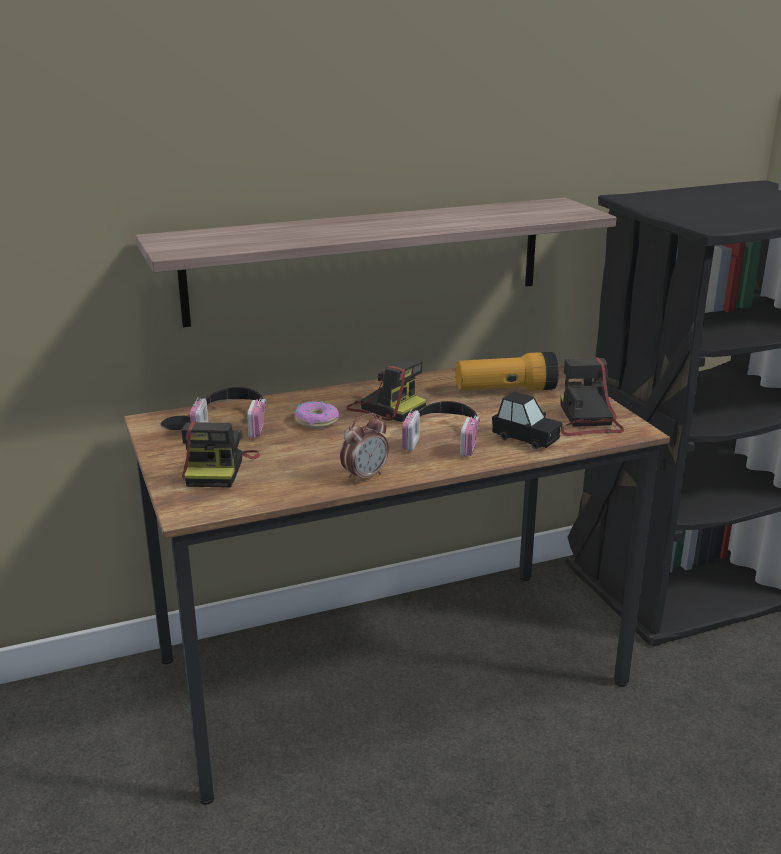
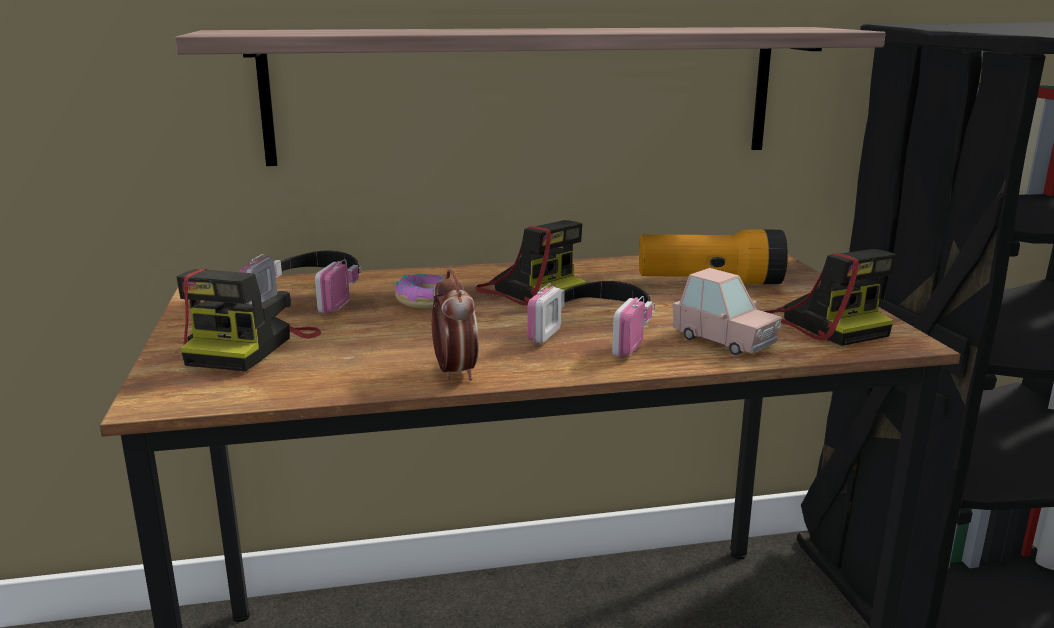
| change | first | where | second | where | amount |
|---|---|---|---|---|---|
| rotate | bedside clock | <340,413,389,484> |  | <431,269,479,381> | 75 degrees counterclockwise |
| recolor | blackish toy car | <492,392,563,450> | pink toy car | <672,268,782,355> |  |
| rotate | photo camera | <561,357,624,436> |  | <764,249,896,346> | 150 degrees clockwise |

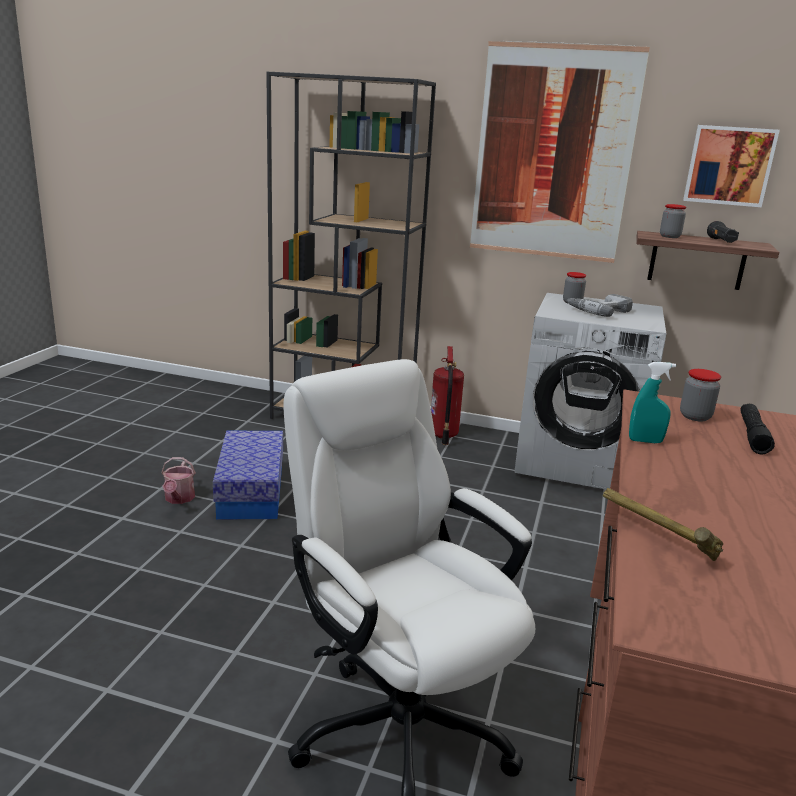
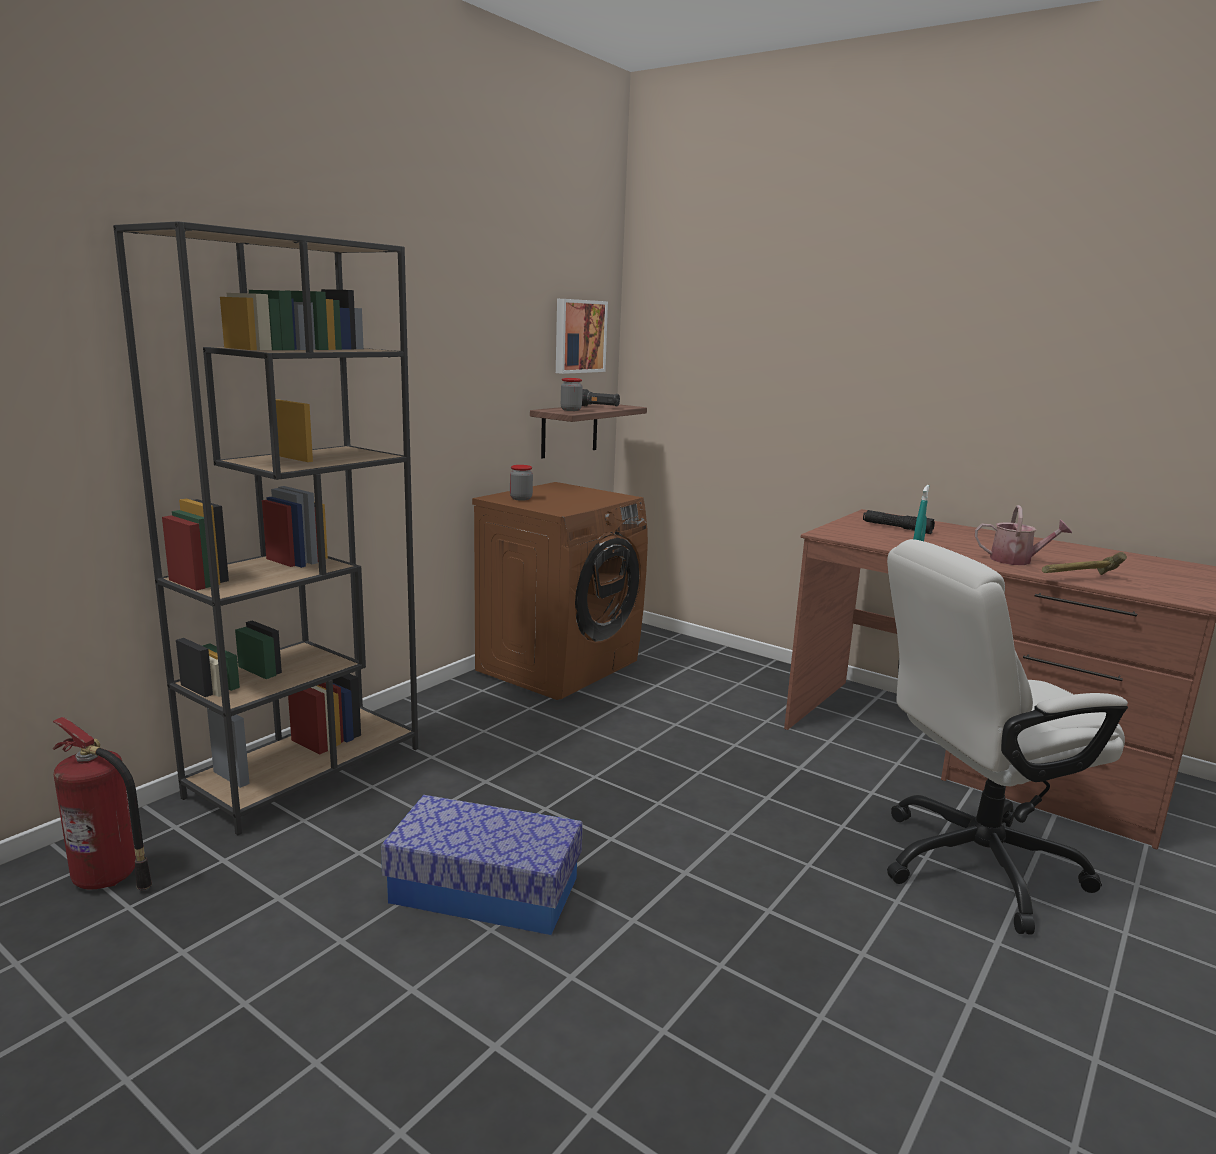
| change | first | where | second | where | amount |
|---|---|---|---|---|---|
| move | sprinkling can | <161,457,196,504> |  | <975,505,1072,565> |  |
| move | fire-fighting cylinder | <431,346,464,445> |  | <53,717,152,890> |  |
| delete | wall picture | <470,41,650,263> |  |  |  |
| recolor | white washing machine | <514,293,666,489> | brown-coloured washing machine | <472,482,648,700> |  |
| delete | power drill | <567,294,633,317> |  |  |  |
| delete | preserve jar | <680,369,721,421> |  |  |  |

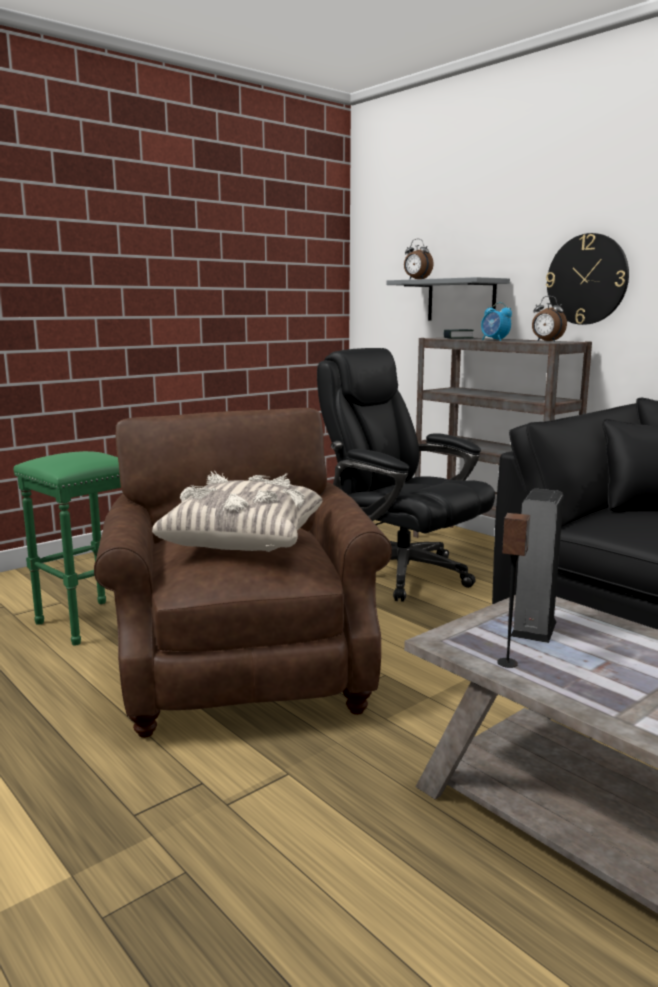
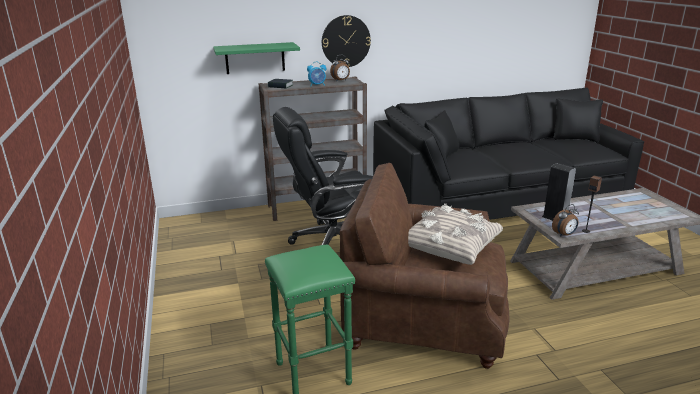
| change | first | where | second | where | amount |
|---|---|---|---|---|---|
| recolor | greyish bracket shelf | <386,277,510,321> | greenish bracket shelf | <213,42,300,74> |  |
| move | bedside clock | <404,239,434,279> |  | <552,204,579,237> |  |

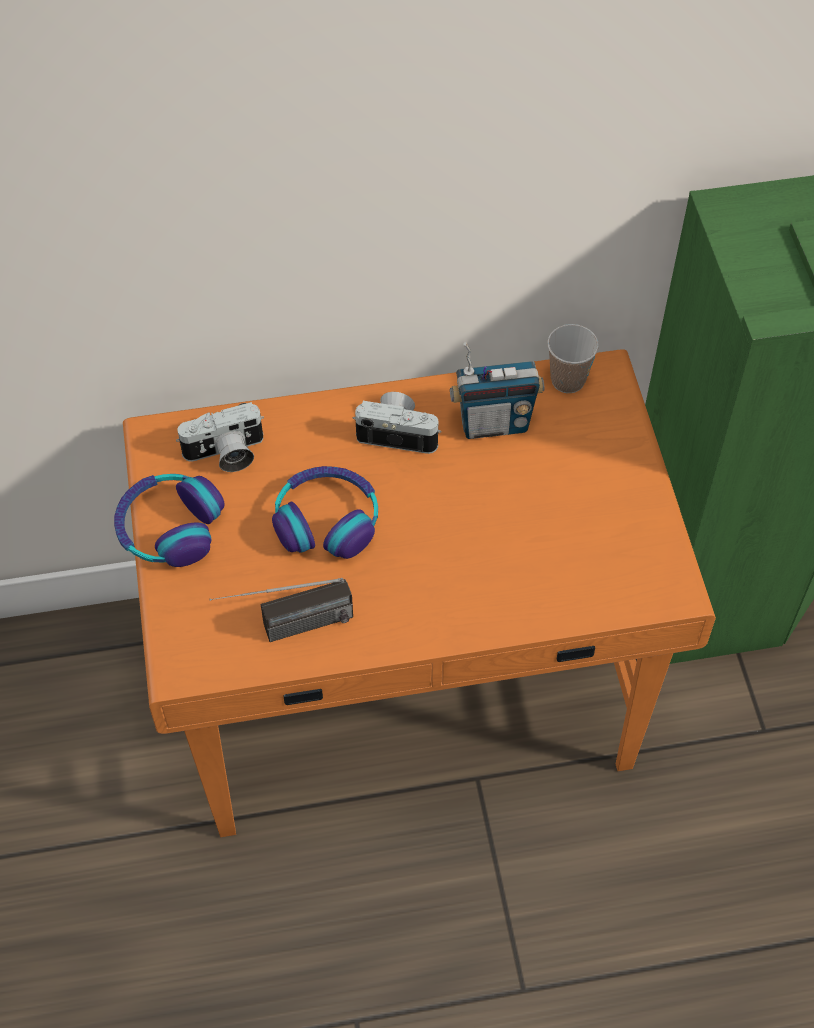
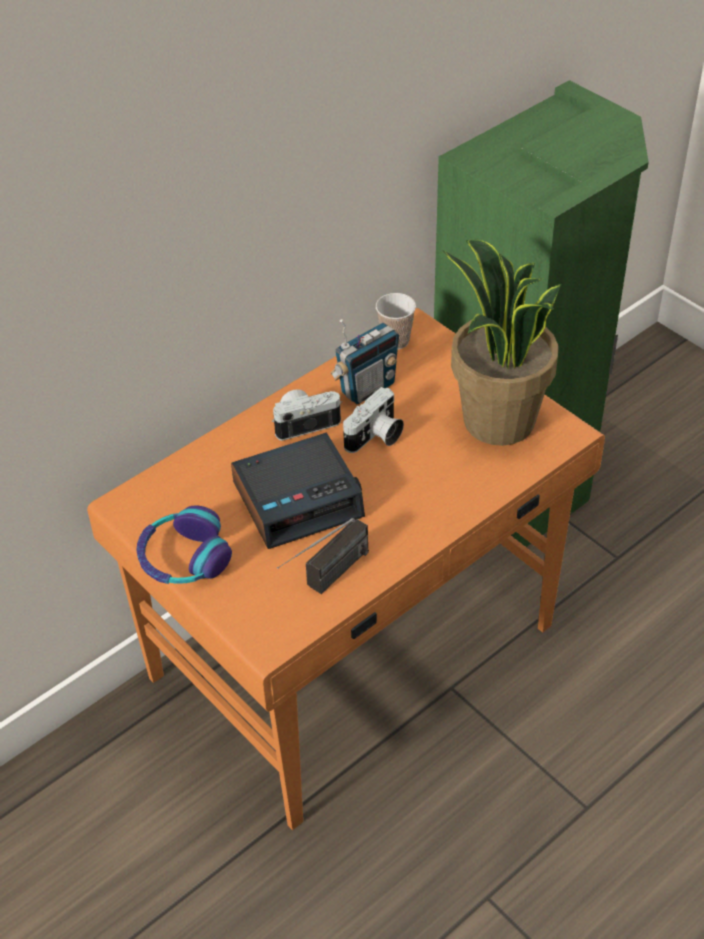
| change | first | where | second | where | amount |
|---|---|---|---|---|---|
| move | photo camera | <176,402,264,472> |  | <343,387,404,453> |  |
| replace | headset | <272,466,378,559> | bedside clock | <231,433,365,549> |  |
| insert |  |  | plant in a pot | <442,239,561,446> |  |

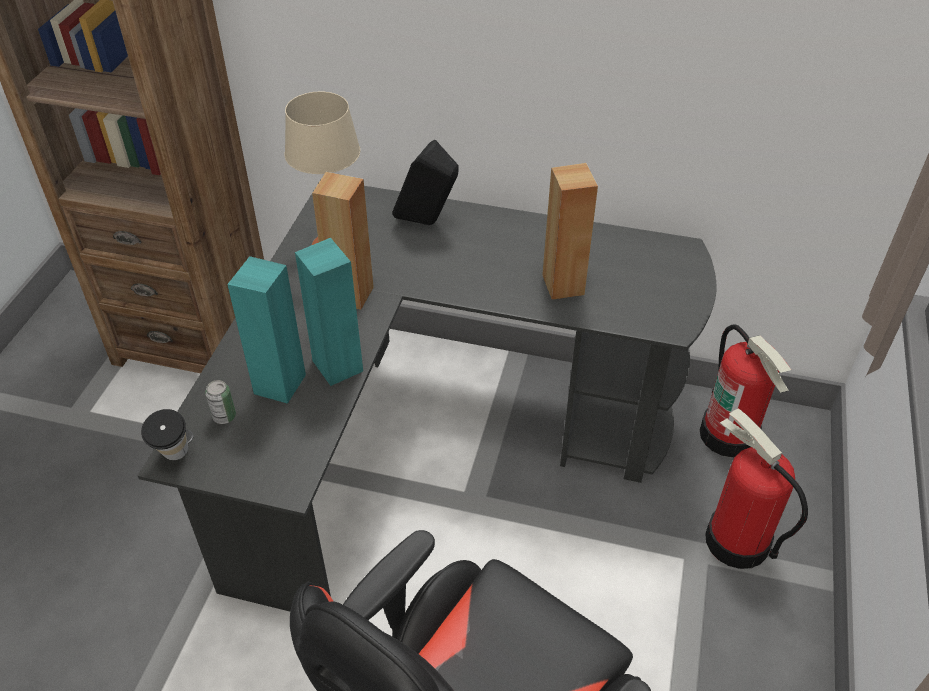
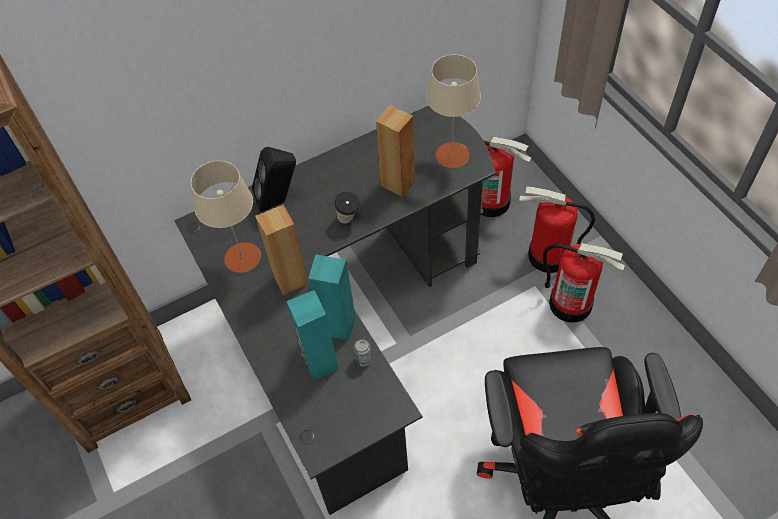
| change | first | where | second | where | amount |
|---|---|---|---|---|---|
| move | drinking cup | <141,409,188,460> |  | <334,192,360,224> |  |
| move | can | <205,380,236,424> |  | <354,339,372,367> |  |
| insert |  |  | beige-coloured table lamp | <427,54,481,168> |  |
| insert |  |  | fire-fighting cylinder | <543,243,625,323> |  |

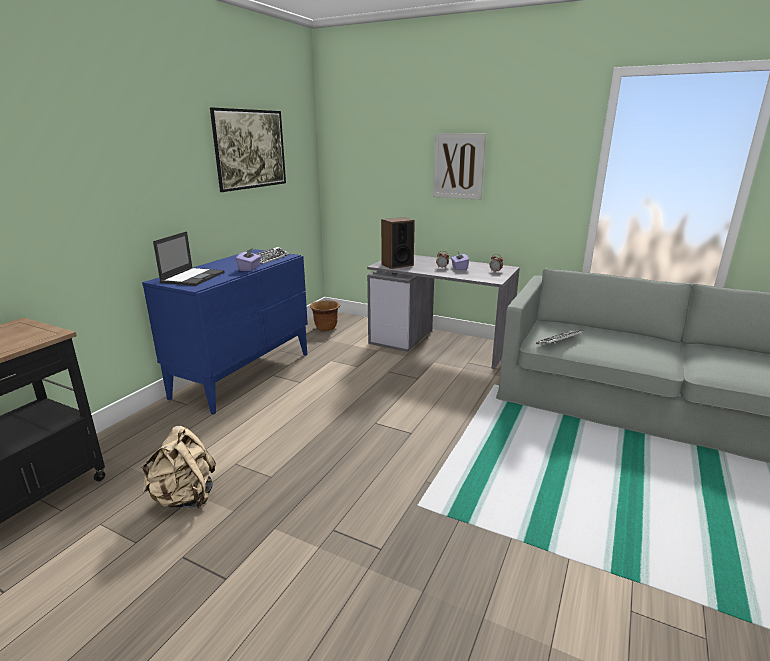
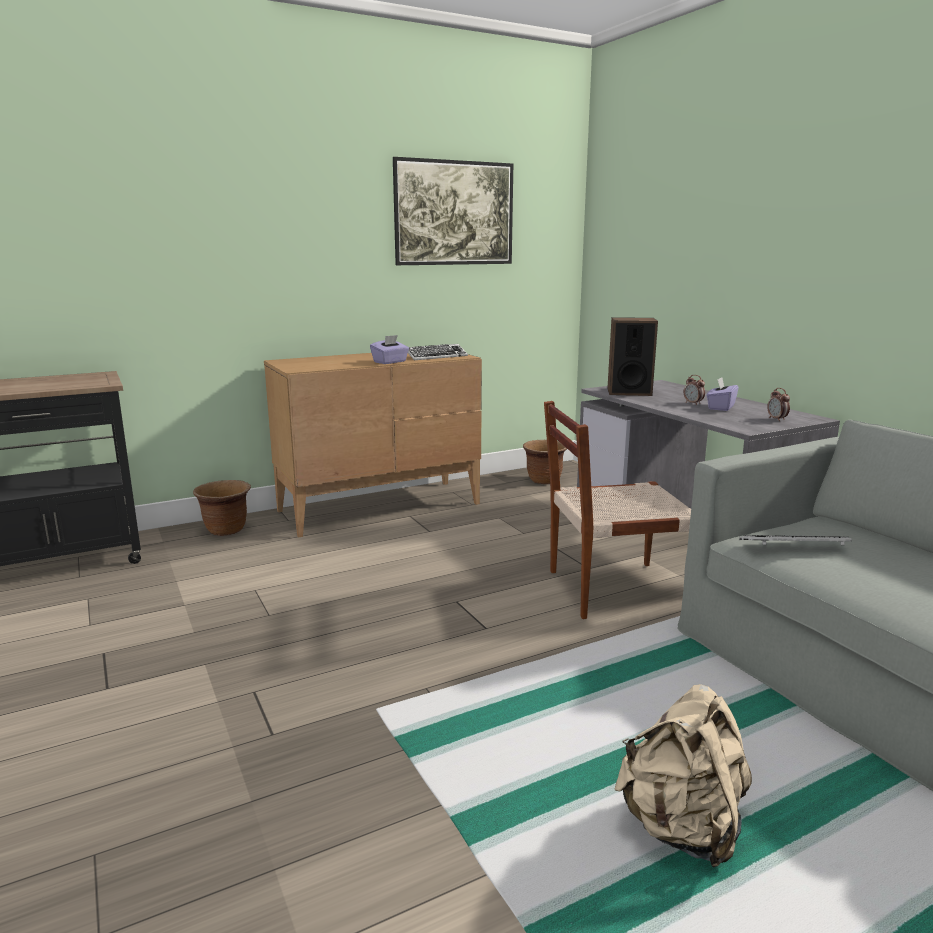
| change | first | where | second | where | amount |
|---|---|---|---|---|---|
| move | beige-coloured knapsack | <141,426,216,508> |  | <615,684,752,868> |  |
| recolor | blue cupboard | <142,249,308,415> | brown-coloured cupboard | <264,353,482,538> |  |
| delete | notebook computer | <153,231,225,286> |  |  |  |
| delete | wall picture | <433,133,486,200> |  |  |  |
| insert |  |  | brown-coloured flower pot | <193,480,251,536> |  |
| insert |  |  | plain chair | <544,401,691,619> |  |

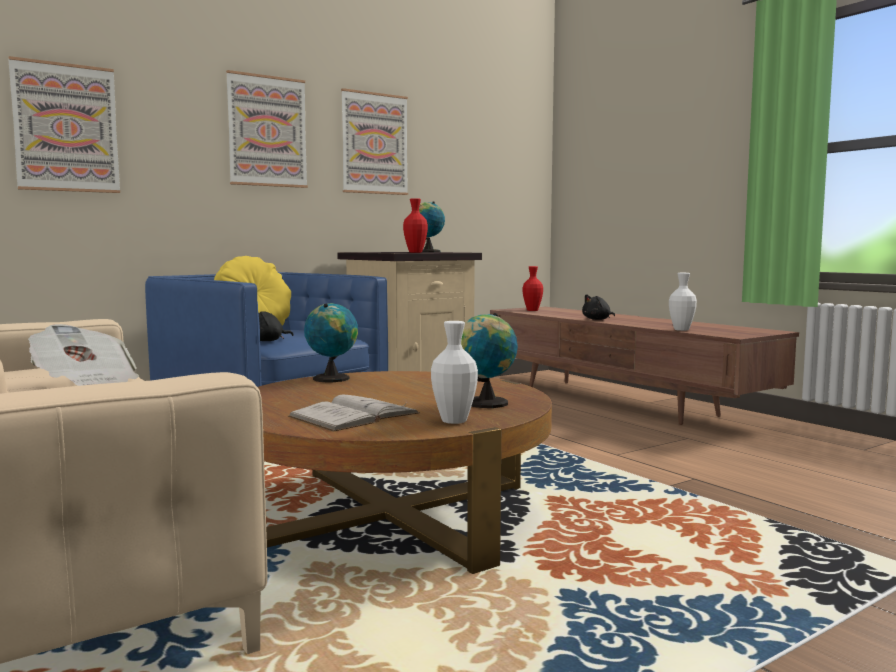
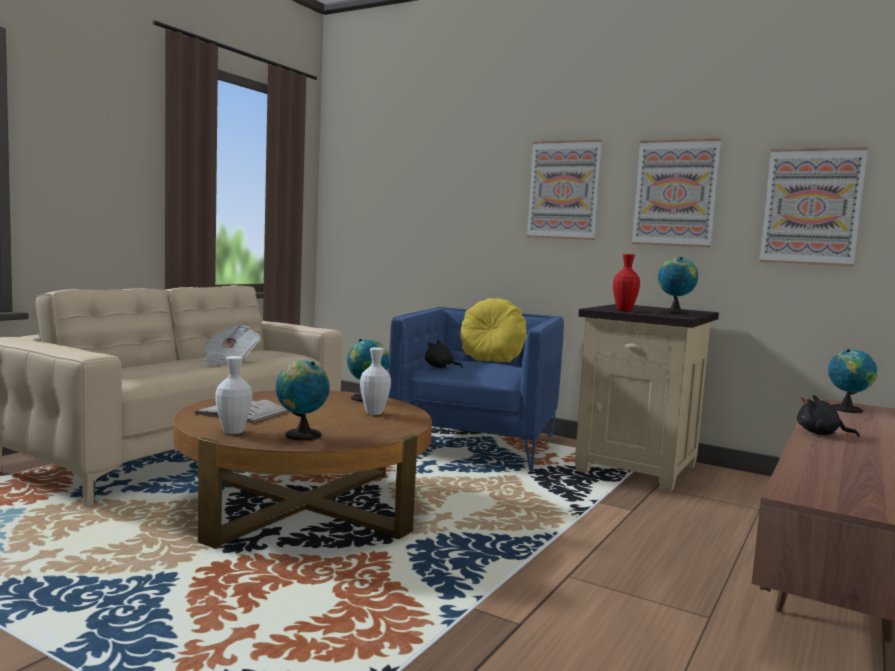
| change | first | where | second | where | amount |
|---|---|---|---|---|---|
| move | wall picture | <8,56,120,193> |  | <759,147,868,267> |  |
| replace | red-coloured vase | <523,266,543,311> | world globe | <828,349,877,413> |  |
| move | white vase | <669,273,697,331> |  | <360,347,391,415> |  |

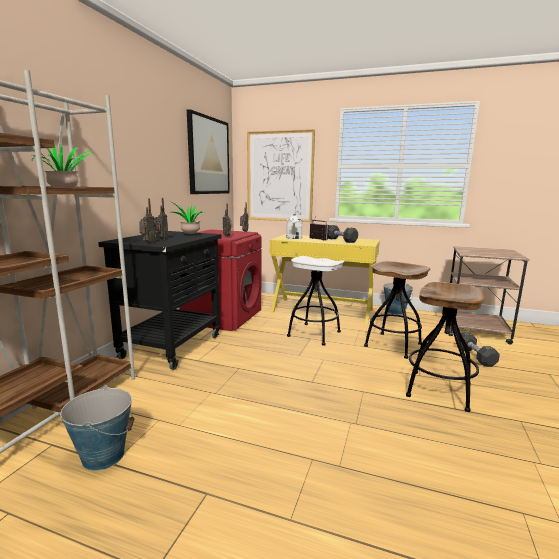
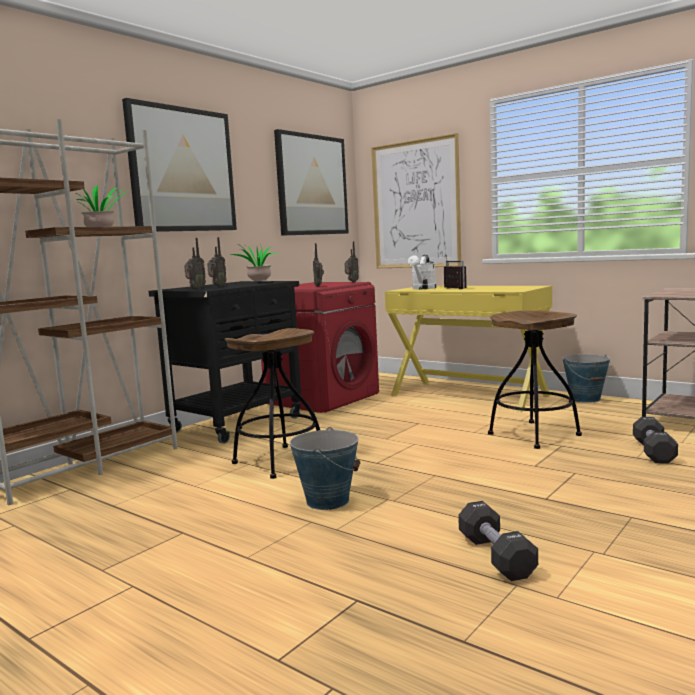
| change | first | where | second | where | amount |
|---|---|---|---|---|---|
| move | water bucket | <60,386,134,471> |  | <290,427,360,510> |  |
| delete | white stool | <287,256,344,346> |  |  |  |
| move | blackish free weight | <328,225,358,243> |  | <458,501,538,581> |  |
| move | brown-coloured stool | <406,282,485,412> |  | <224,328,320,479> |  |
| insert |  |  | wall picture | <122,98,237,232> |  |

